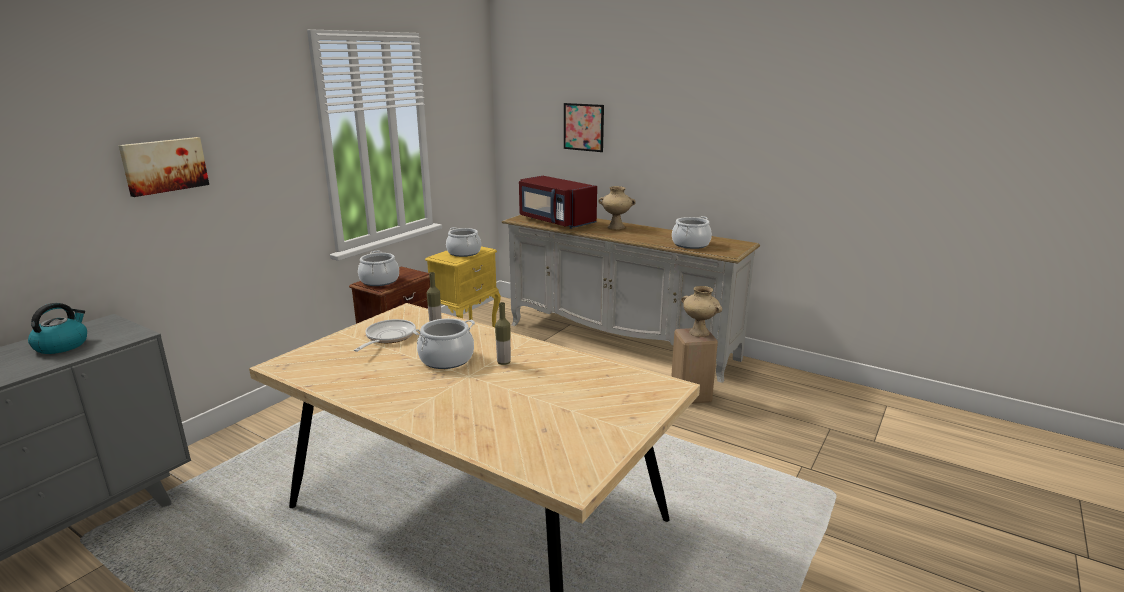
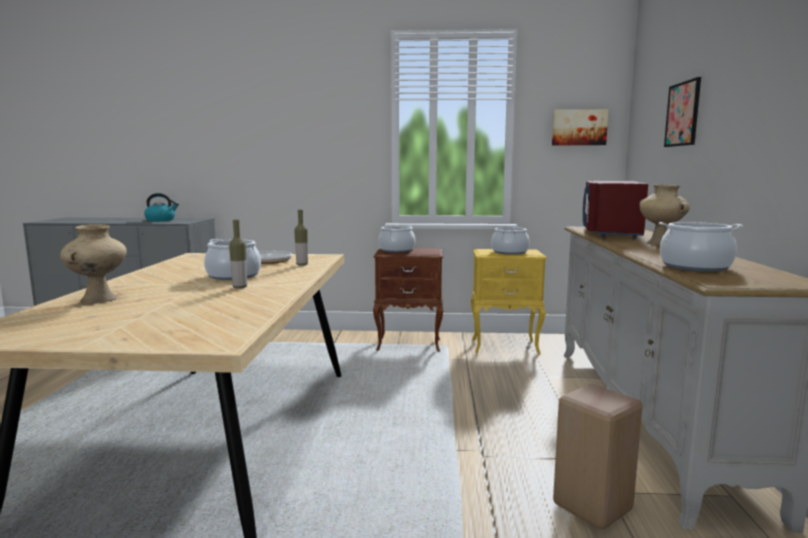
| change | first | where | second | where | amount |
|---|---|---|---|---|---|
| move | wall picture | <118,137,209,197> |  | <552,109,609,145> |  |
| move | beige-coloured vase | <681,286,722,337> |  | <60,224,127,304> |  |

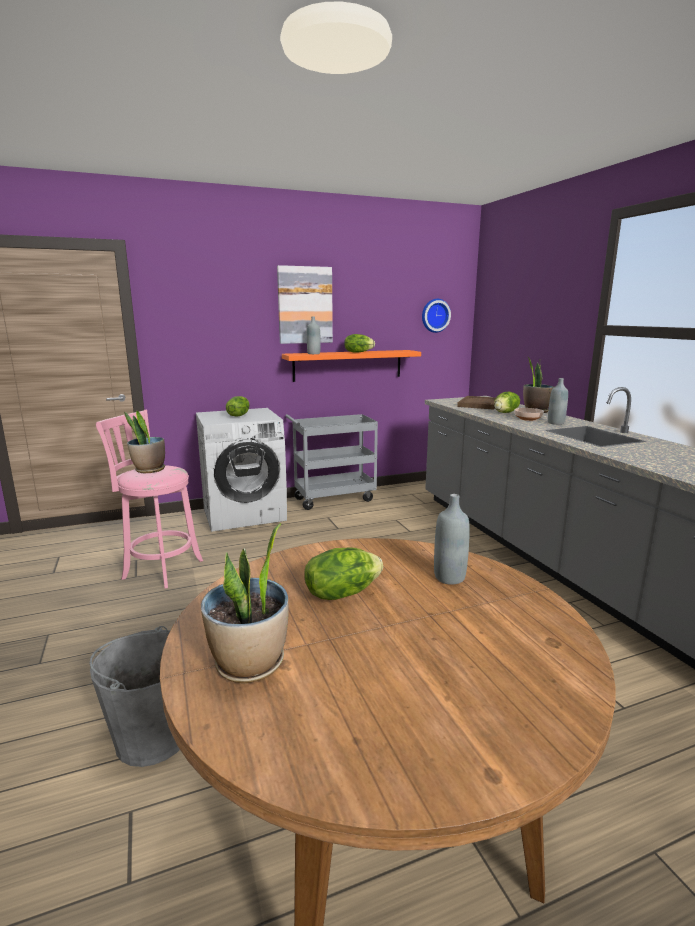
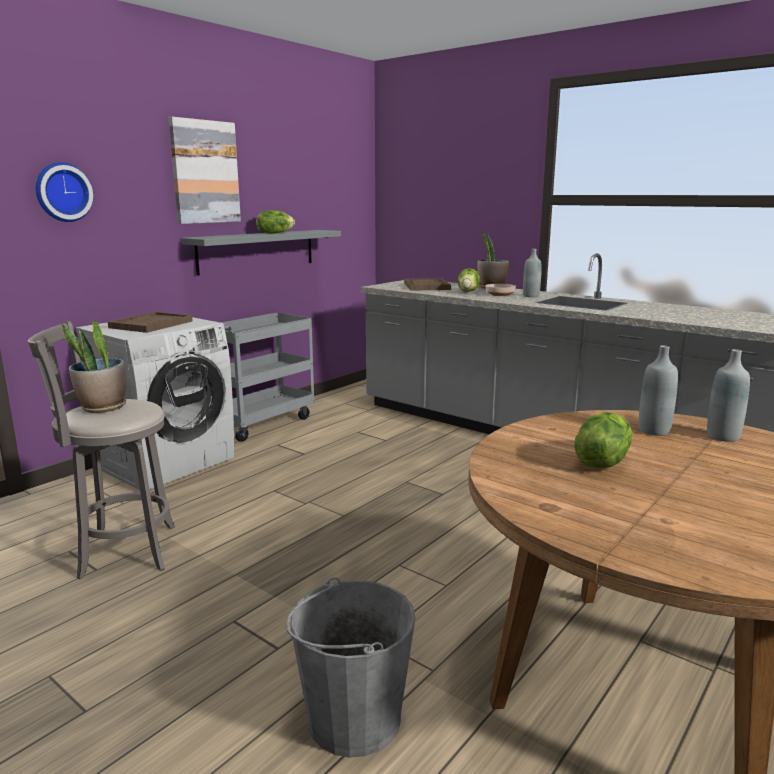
| change | first | where | second | where | amount |
|---|---|---|---|---|---|
| recolor | pink stool | <96,410,203,589> | greyish stool | <28,321,175,579> |  |
| delete | plant in a pot | <201,523,289,683> |  |  |  |
| replace | lettuce | <226,396,250,417> | brown-coloured serving tray | <108,312,193,333> |  |
| recolor | orangey bracket shelf | <282,350,421,382> | greyish bracket shelf | <181,230,341,276> |  |
| move | greyish beverage bottle | <307,316,321,354> |  | <707,349,750,442> |  |
| move | hanging clock | <422,299,451,333> |  | <35,162,93,222> |  |

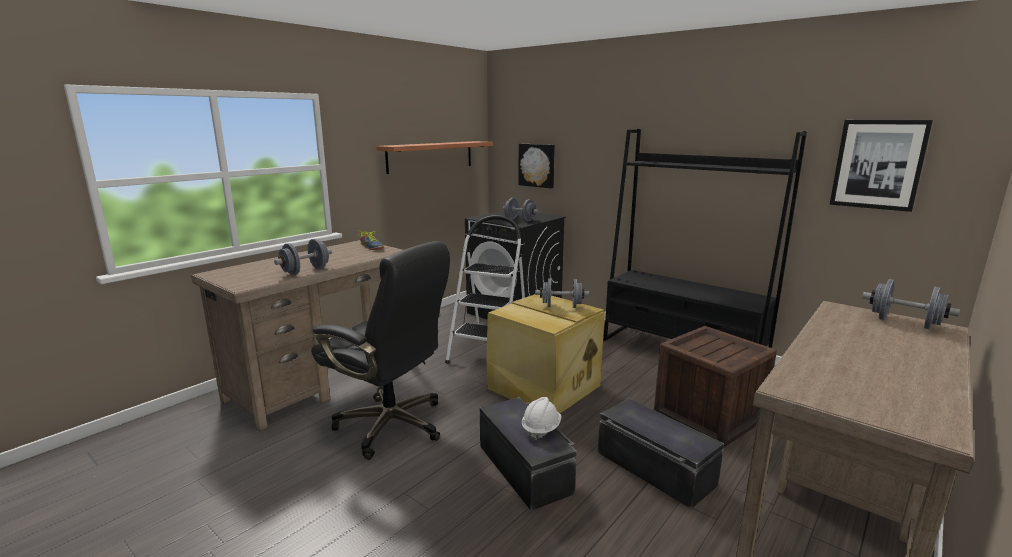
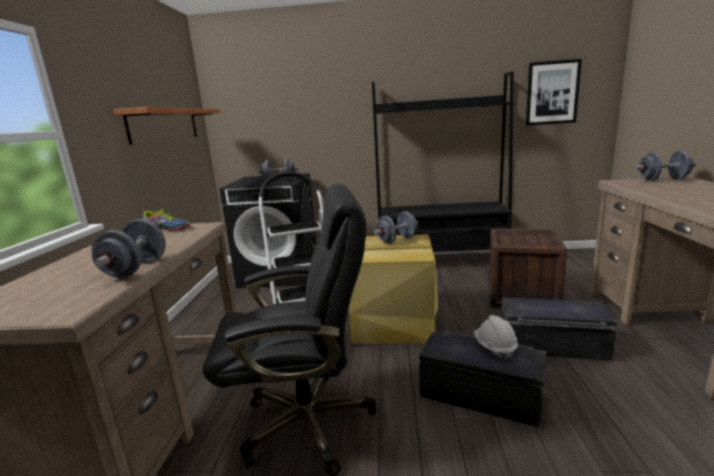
| change | first | where | second | where | amount |
|---|---|---|---|---|---|
| delete | wall picture | <518,144,555,188> |  |  |  |

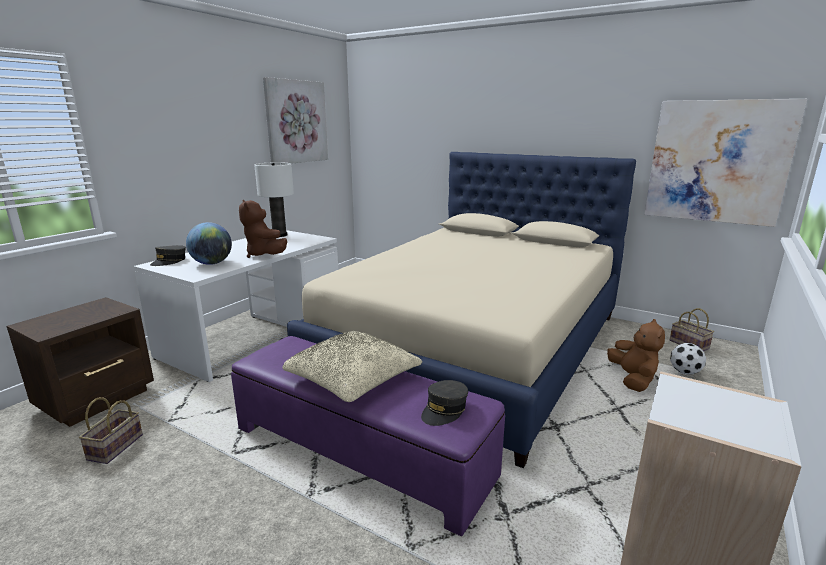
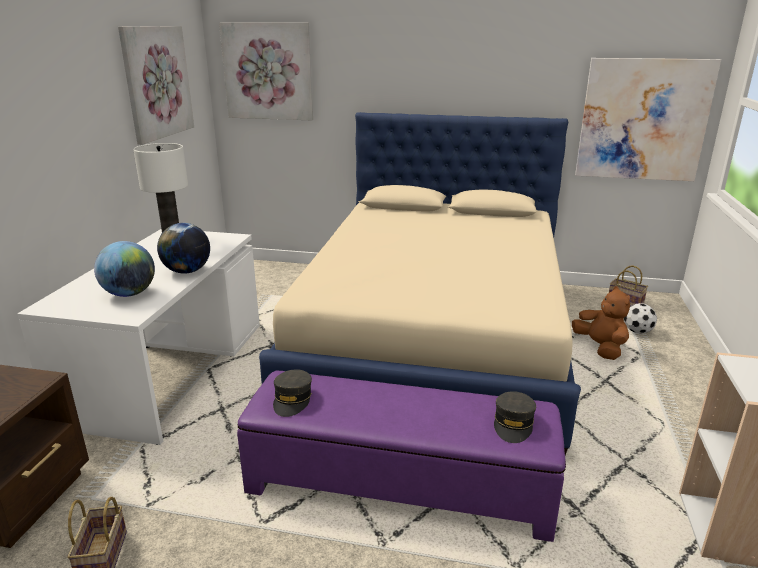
| change | first | where | second | where | amount |
|---|---|---|---|---|---|
| move | greyish baseball cap | <150,245,186,266> |  | <273,369,312,417> |  |
| replace | brown-coloured cuddly toy | <239,200,287,258> | world globe | <157,223,210,274> |  |
| delete | beige-coloured pillow | <282,331,422,402> |  |  |  |
| insert |  |  | wall picture | <219,22,313,120> |  |

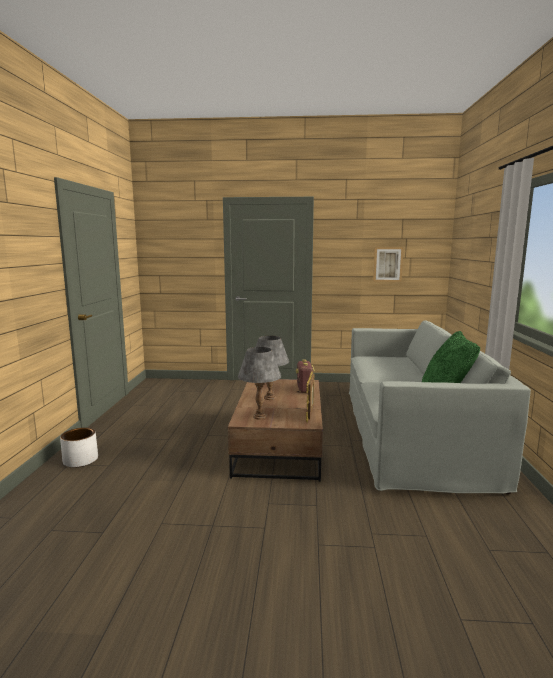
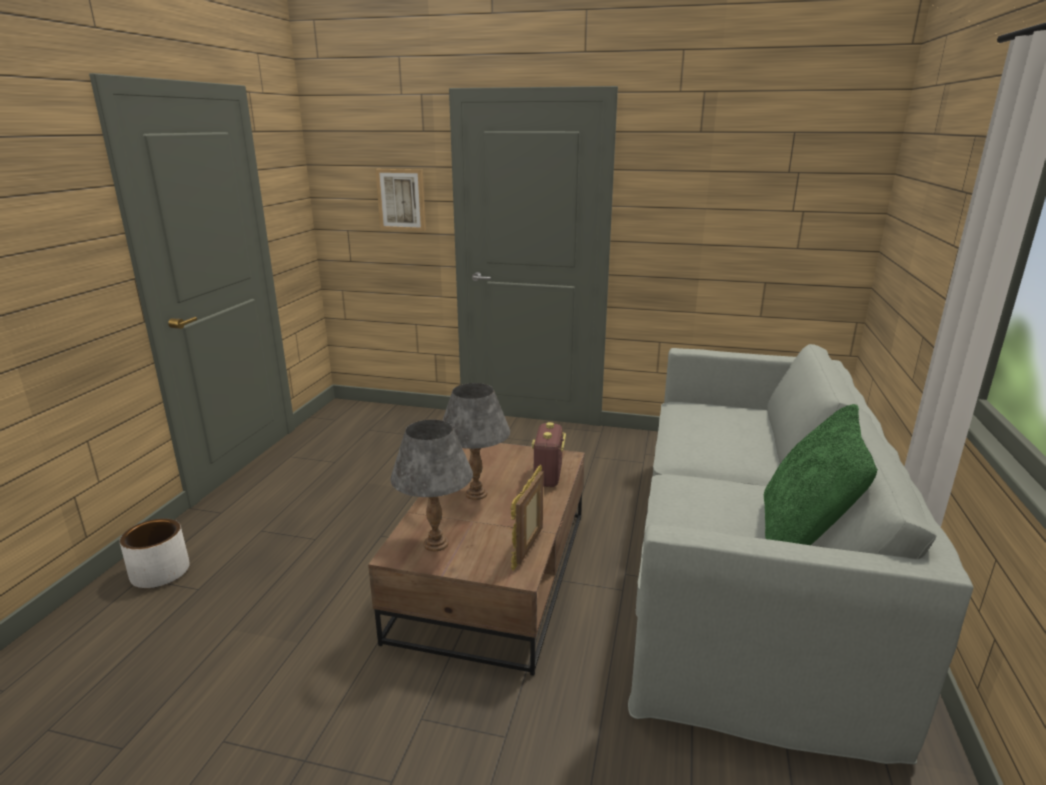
| change | first | where | second | where | amount |
|---|---|---|---|---|---|
| move | wall picture | <373,247,404,282> |  | <375,169,426,231> |  |

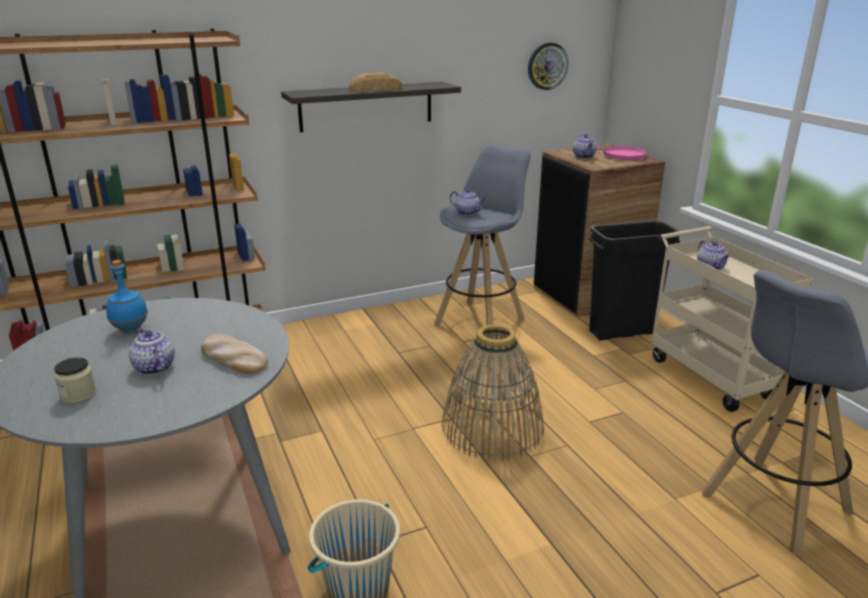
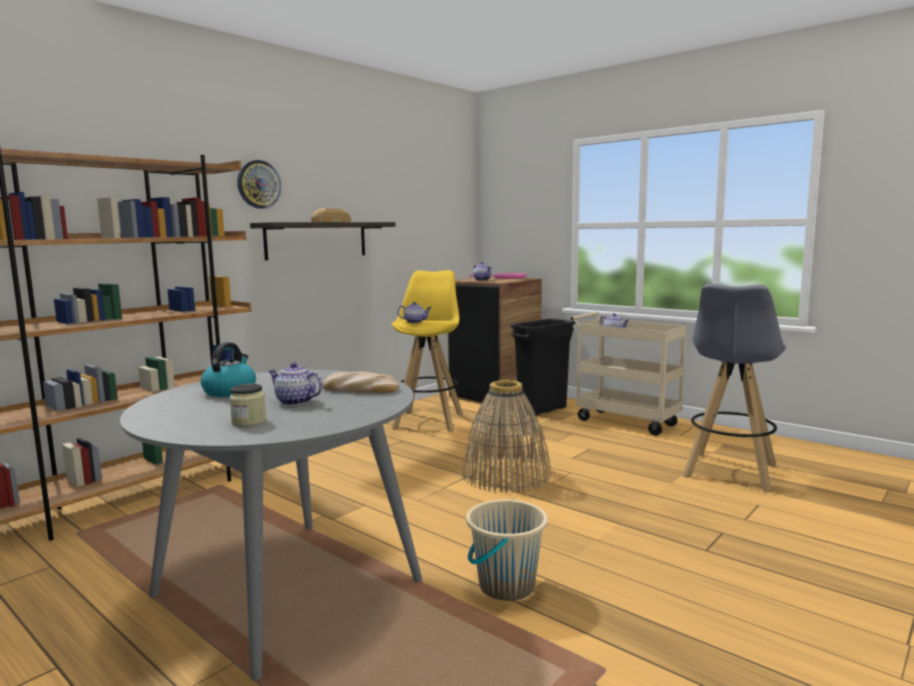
| change | first | where | second | where | amount |
|---|---|---|---|---|---|
| replace | blue beverage bottle | <106,260,148,334> | tea kettle | <200,342,256,397> |  |
| recolor | greyish stool | <434,145,531,338> | yellow-coloured stool | <392,270,463,432> |  |
| move | hanging clock | <528,42,568,90> |  | <237,160,281,209> |  |

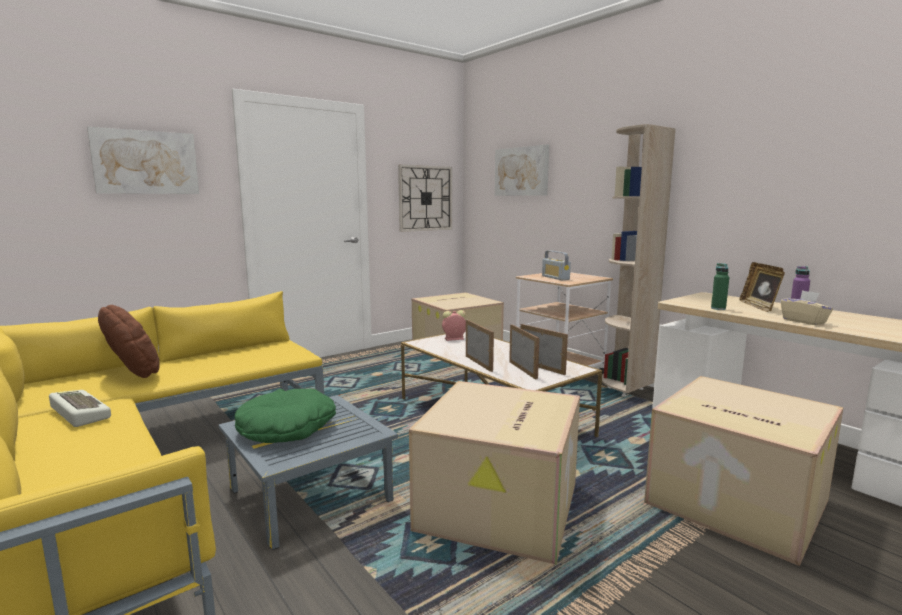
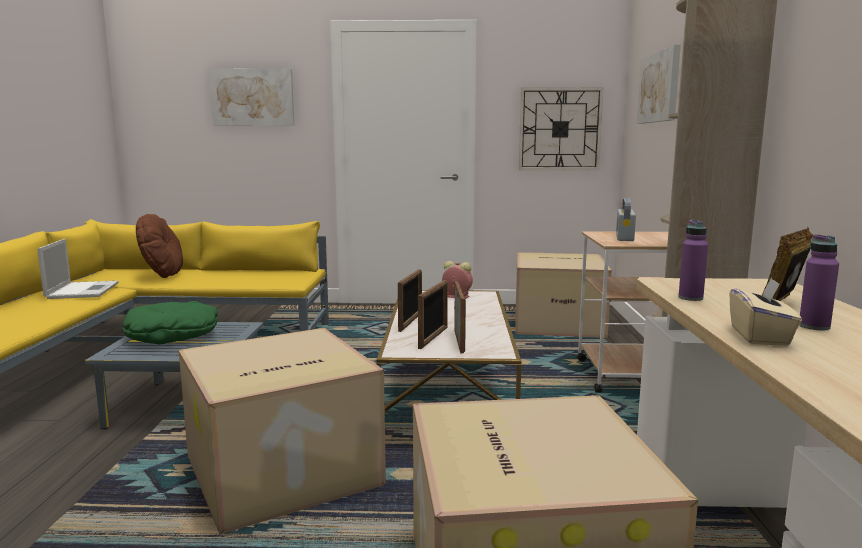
| change | first | where | second | where | amount |
|---|---|---|---|---|---|
| replace | computer keyboard | <49,390,111,427> | notebook computer | <37,238,119,299> |  |
| recolor | greenish beverage bottle | <711,263,729,310> | purple-coloured beverage bottle | <678,220,708,301> |  |

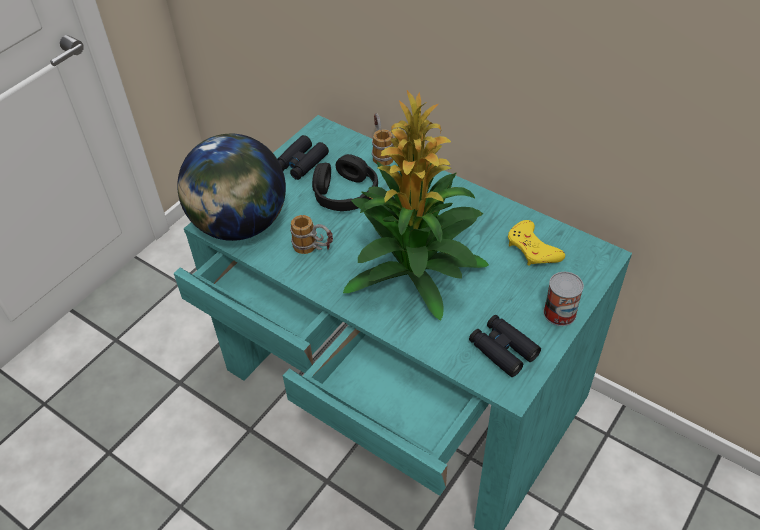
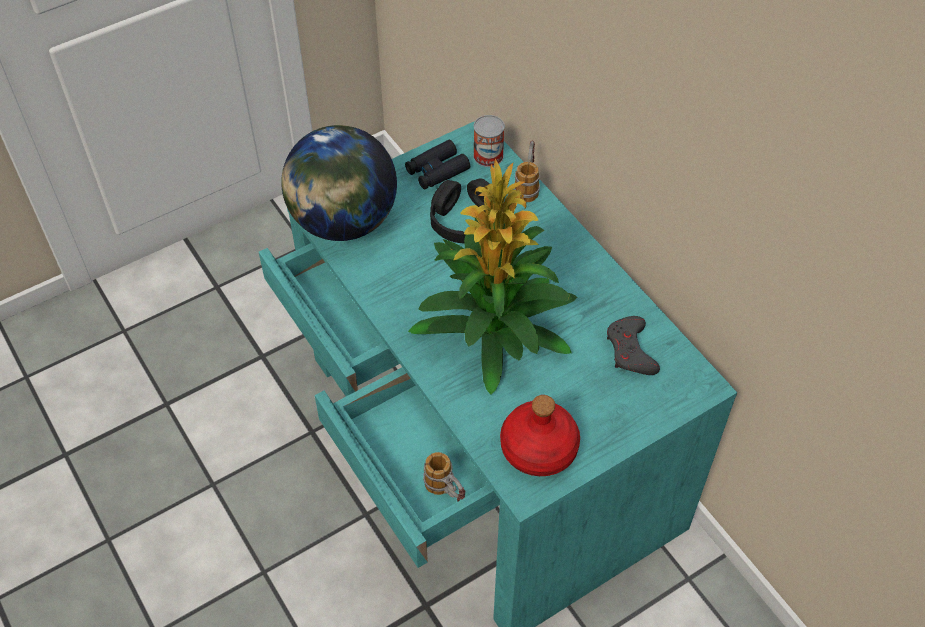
| change | first | where | second | where | amount |
|---|---|---|---|---|---|
| move | coffee mug | <290,215,333,254> |  | <423,452,465,501> |  |
| replace | blackish field glasses | <469,315,541,377> | red-coloured beverage bottle | <500,395,580,476> |  |
| recolor | yellow-coloured gamepad | <508,220,565,266> | greyish gamepad | <607,316,660,375> |  |
| move | can | <544,272,584,326> |  | <473,115,505,167> |  |

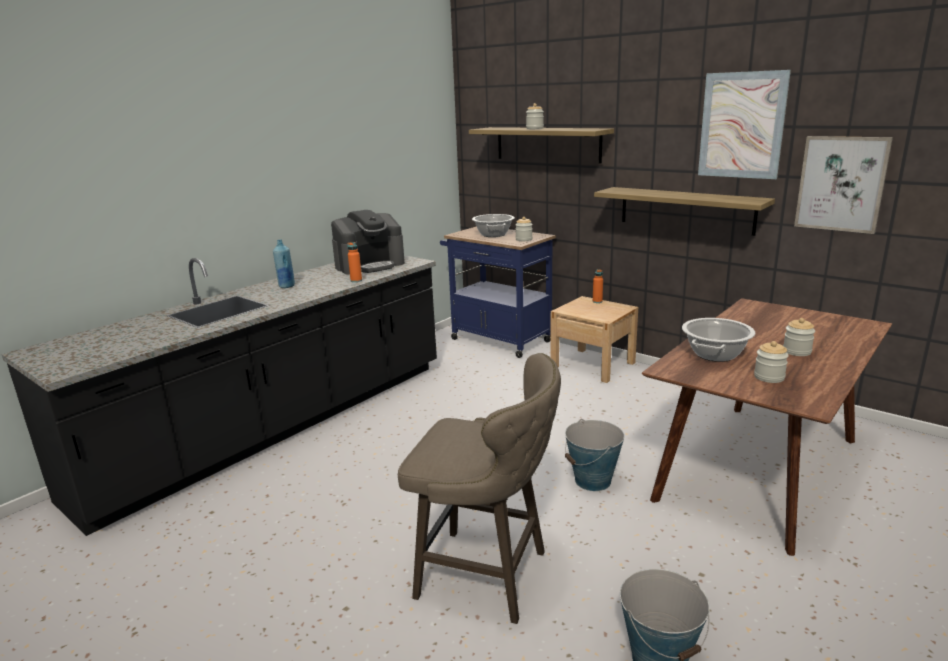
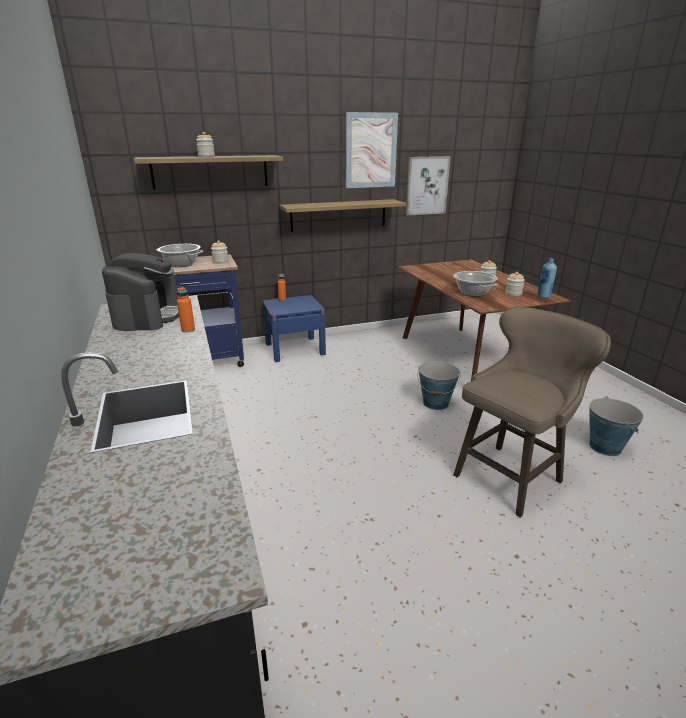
| change | first | where | second | where | amount |
|---|---|---|---|---|---|
| move | blue beverage bottle | <273,240,295,288> |  | <537,258,557,298> |  |
| recolor | beige-coloured bedside table | <550,296,638,383> | blue bedside table | <262,295,326,362> |  |

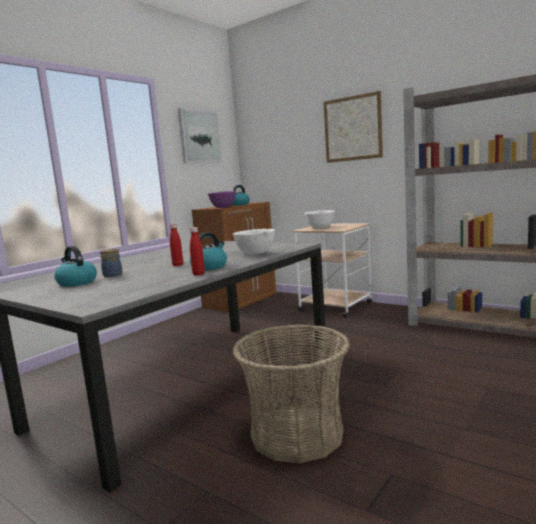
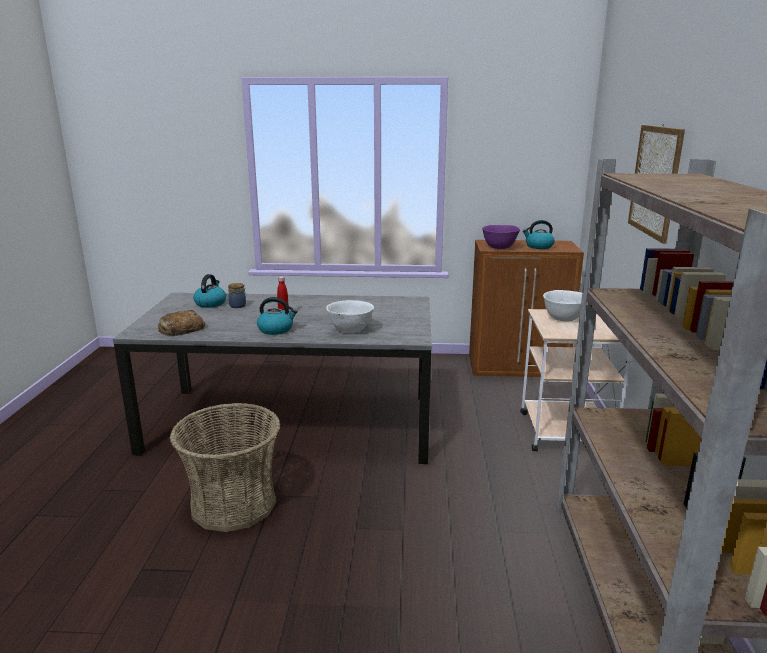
| change | first | where | second | where | amount |
|---|---|---|---|---|---|
| delete | wall picture | <178,108,222,163> |  |  |  |
| delete | red-coloured beverage bottle | <190,227,205,275> |  |  |  |
| insert |  |  | bread | <158,310,205,336> |  |

